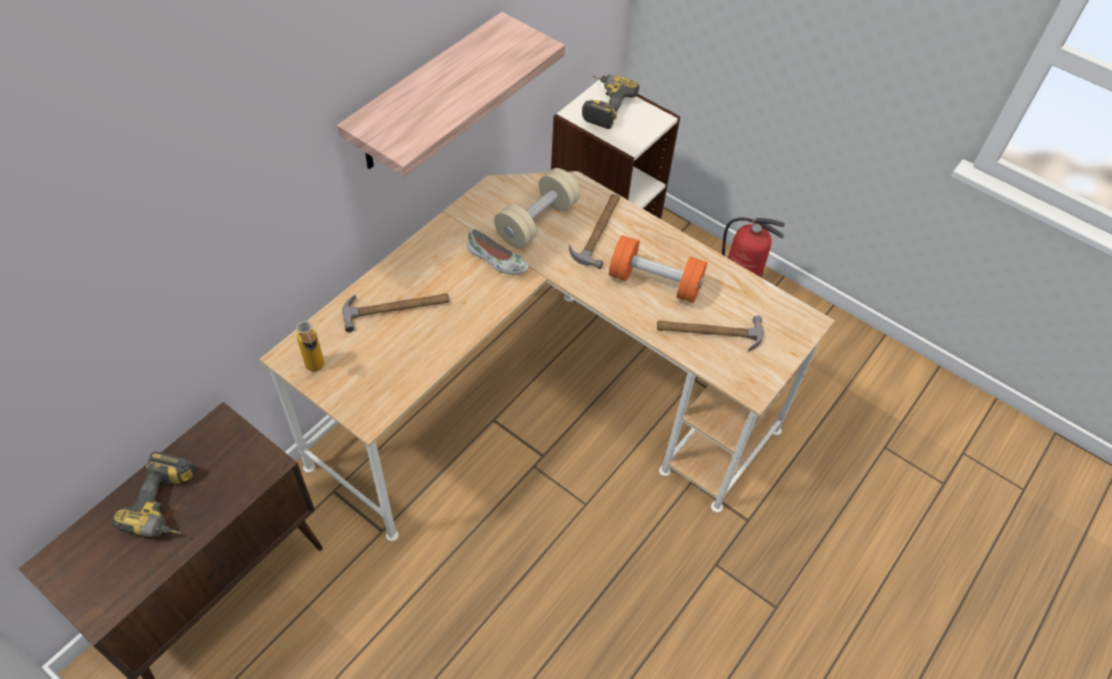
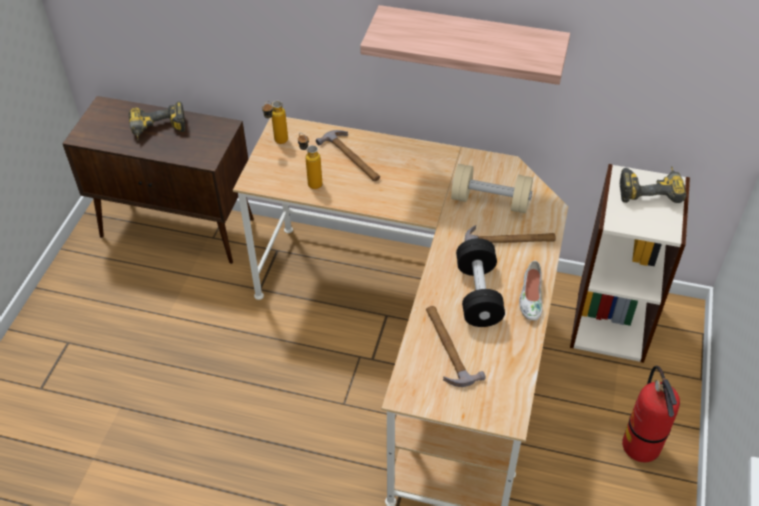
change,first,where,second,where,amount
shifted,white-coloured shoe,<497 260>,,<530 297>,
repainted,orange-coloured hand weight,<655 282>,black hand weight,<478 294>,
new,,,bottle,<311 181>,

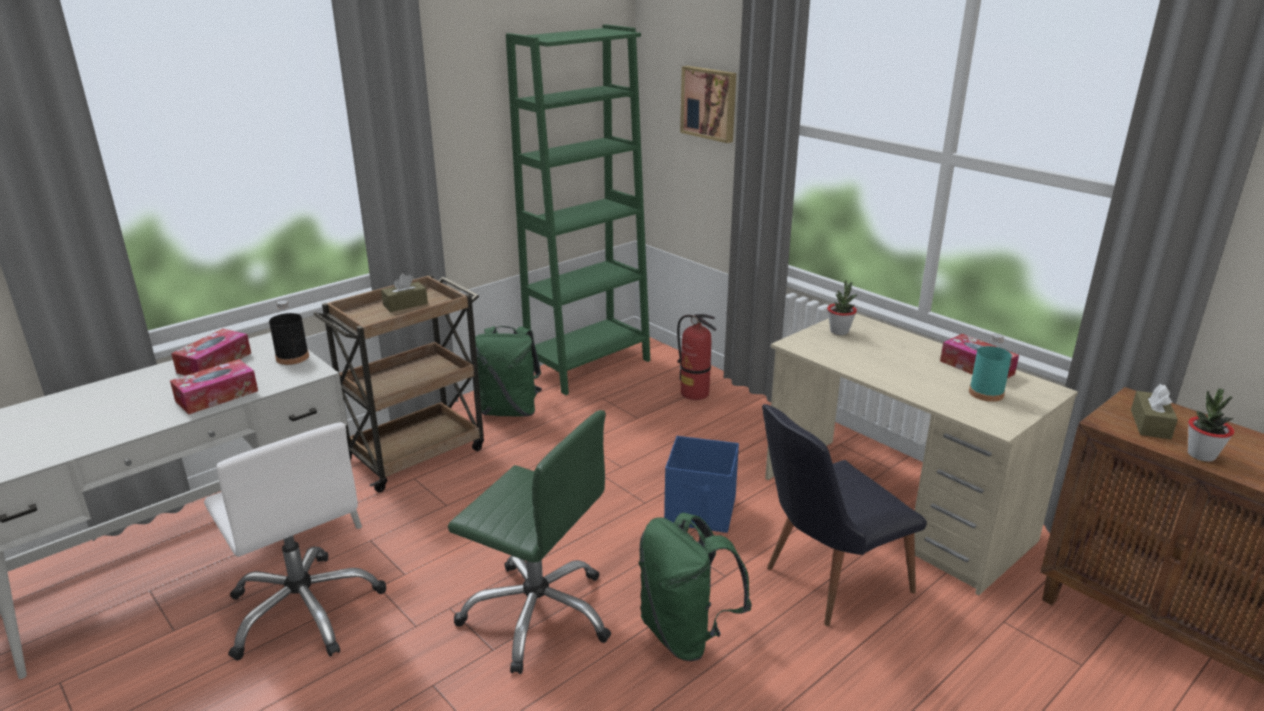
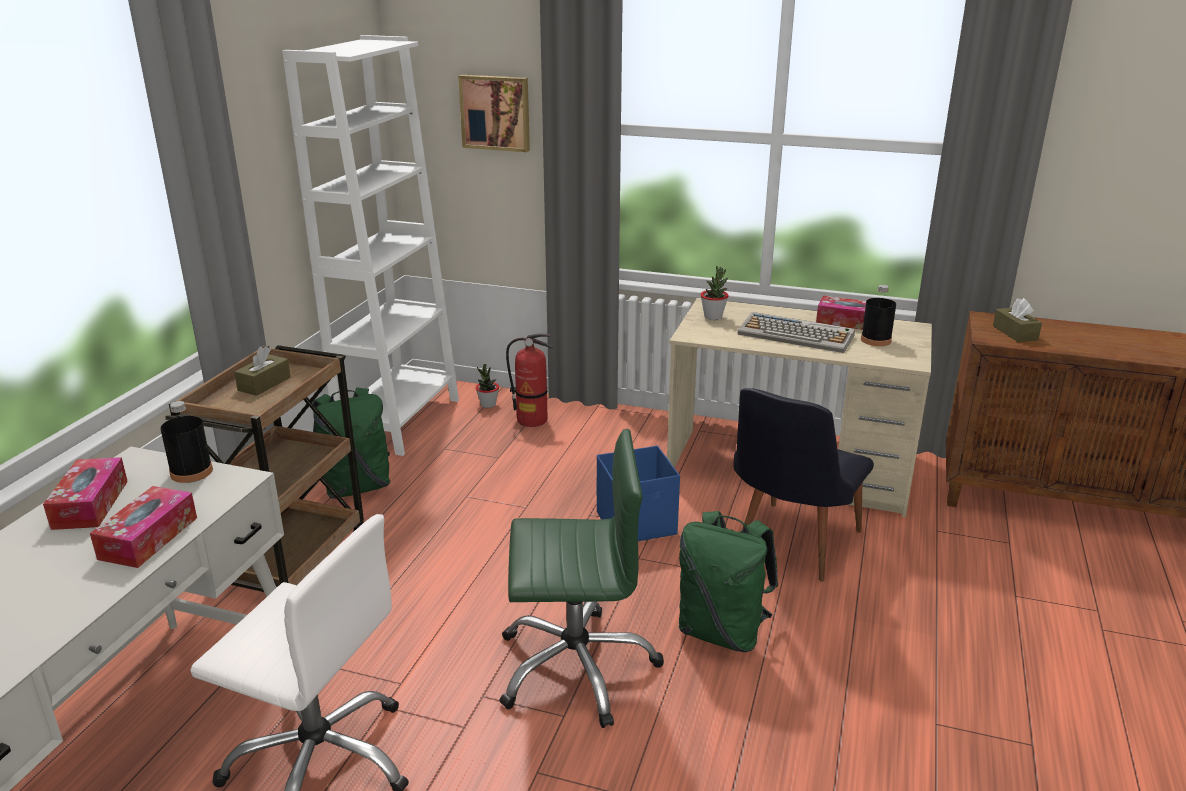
change,first,where,second,where,amount
repainted,greenish bookcase,<588 366>,white-coloured bookcase,<399 421>,
repainted,turquoise-coloured bottle,<986 393>,black bottle,<875 340>,
shifted,houseplant,<1201 455>,,<488 405>,
new,,,keyboard,<797 335>,

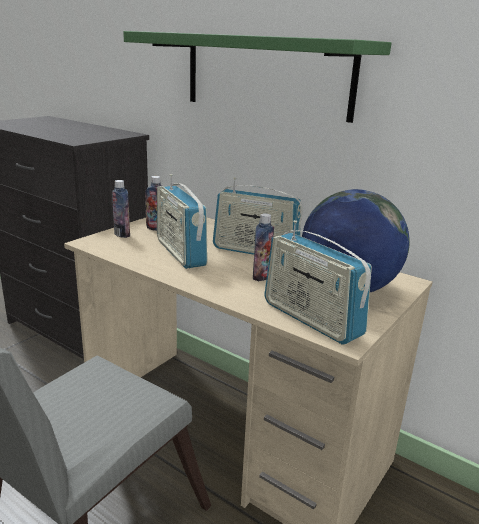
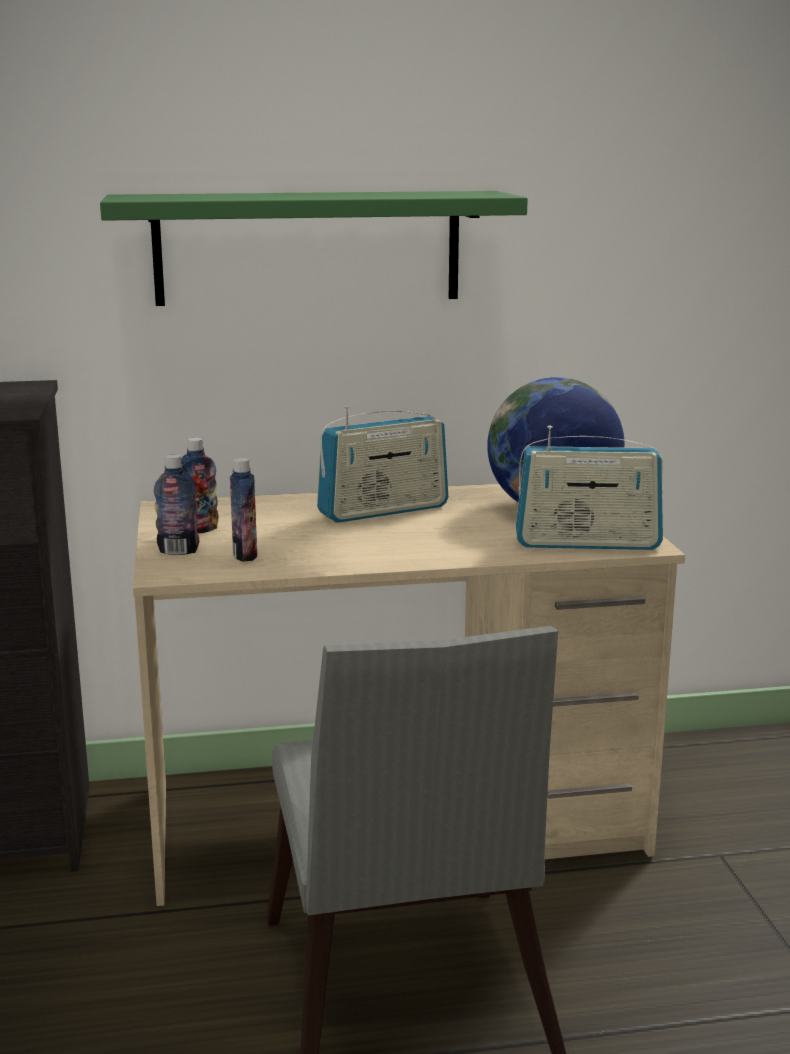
change,first,where,second,where,amount
gone,radio set,<180 253>,,,
shifted,bottle,<261 276>,,<245 555>,

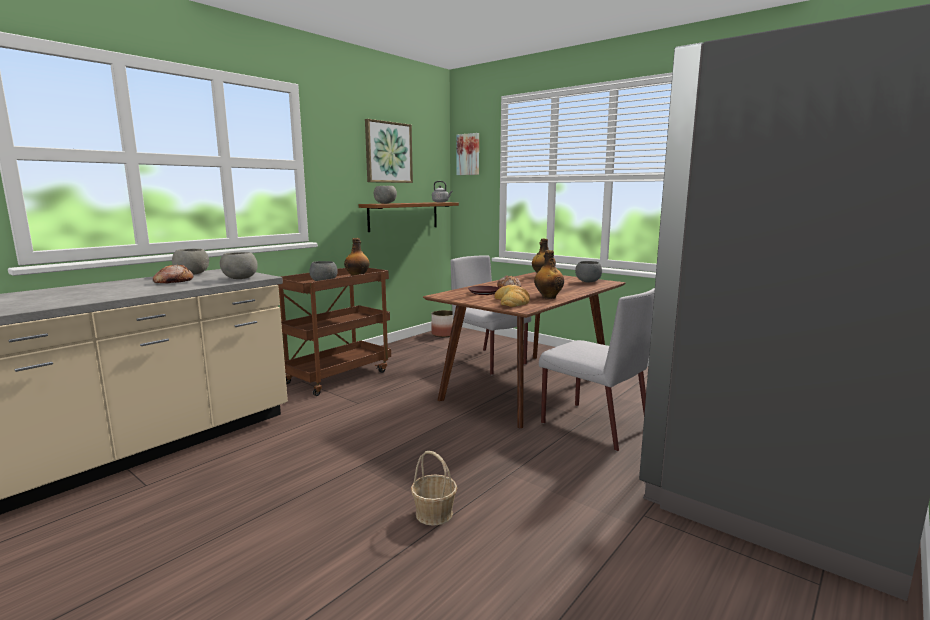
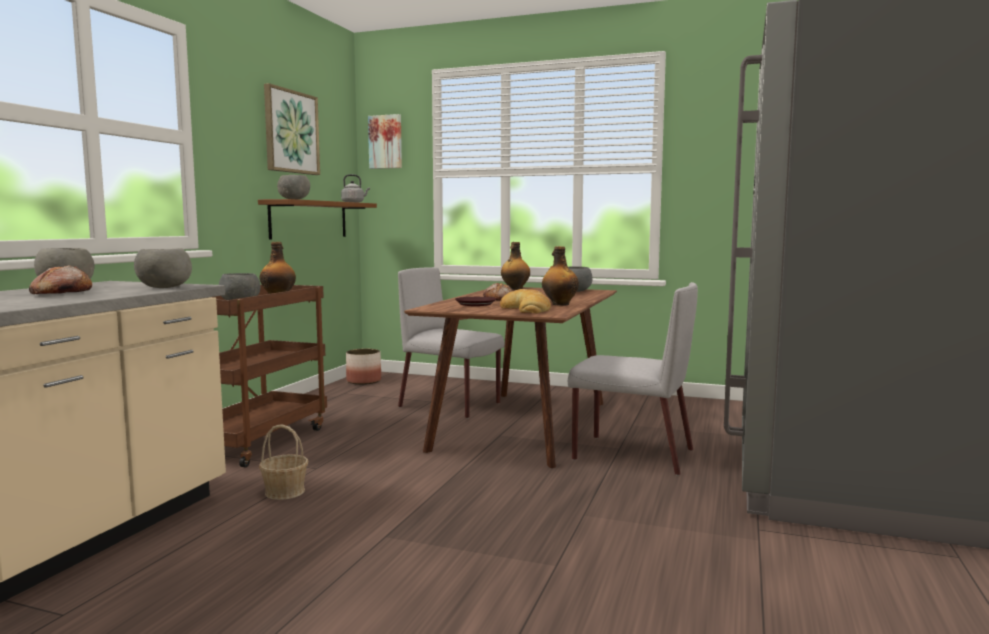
change,first,where,second,where,amount
shifted,household basket,<434 513>,,<285 492>,

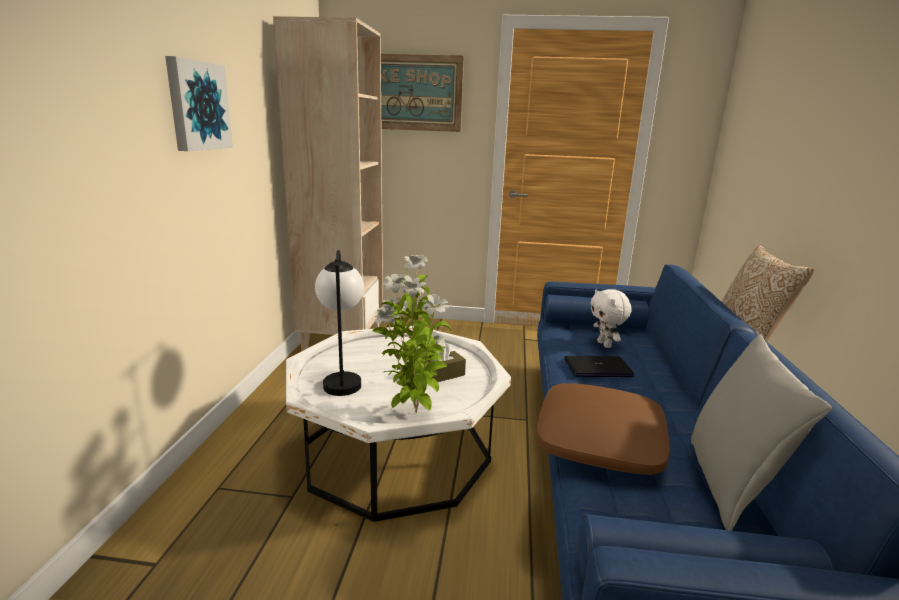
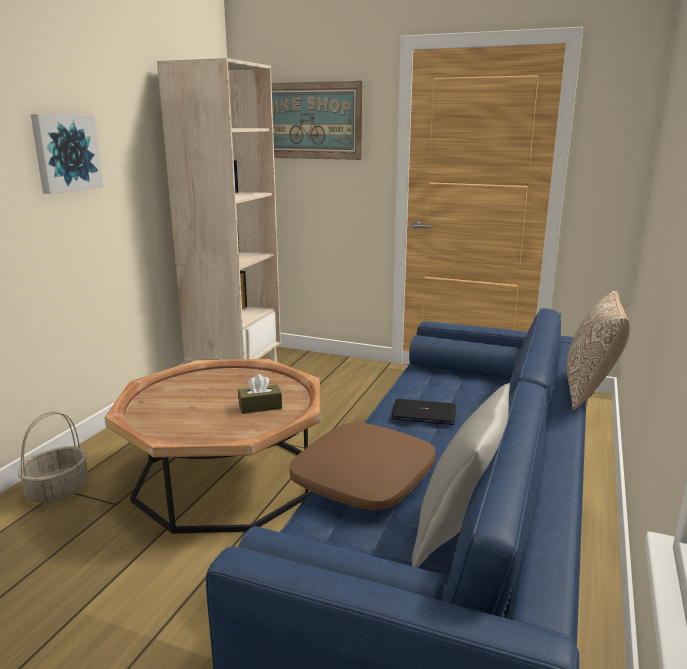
change,first,where,second,where,amount
repainted,white-coloured coffee table,<396 453>,brown coffee table,<225 479>,
gone,table lamp,<342 379>,,,
gone,houseplant,<413 413>,,,
gone,white-coloured soft toy,<605 344>,,,
new,,,household basket,<58 489>,

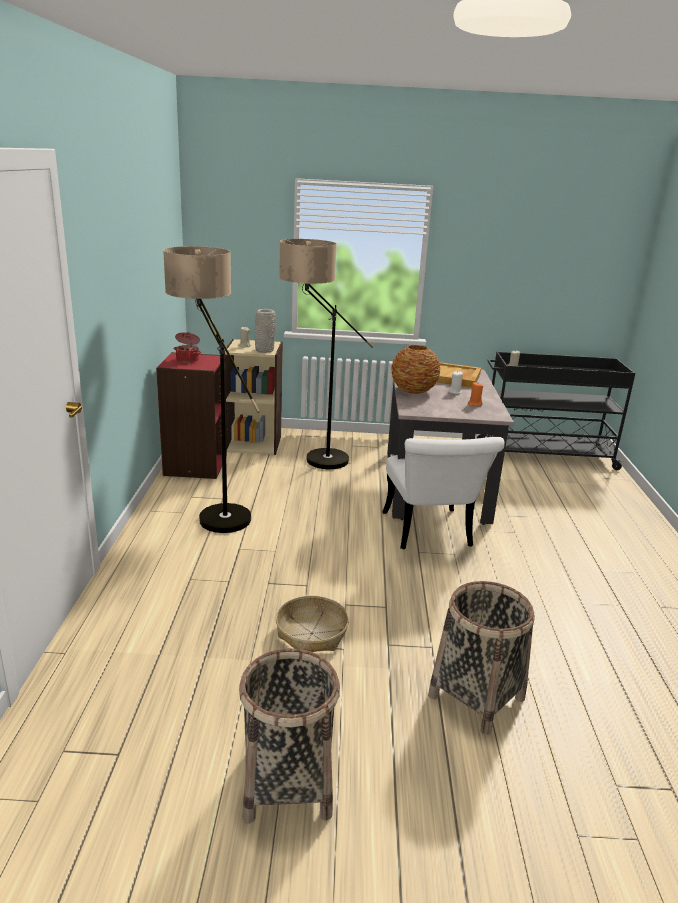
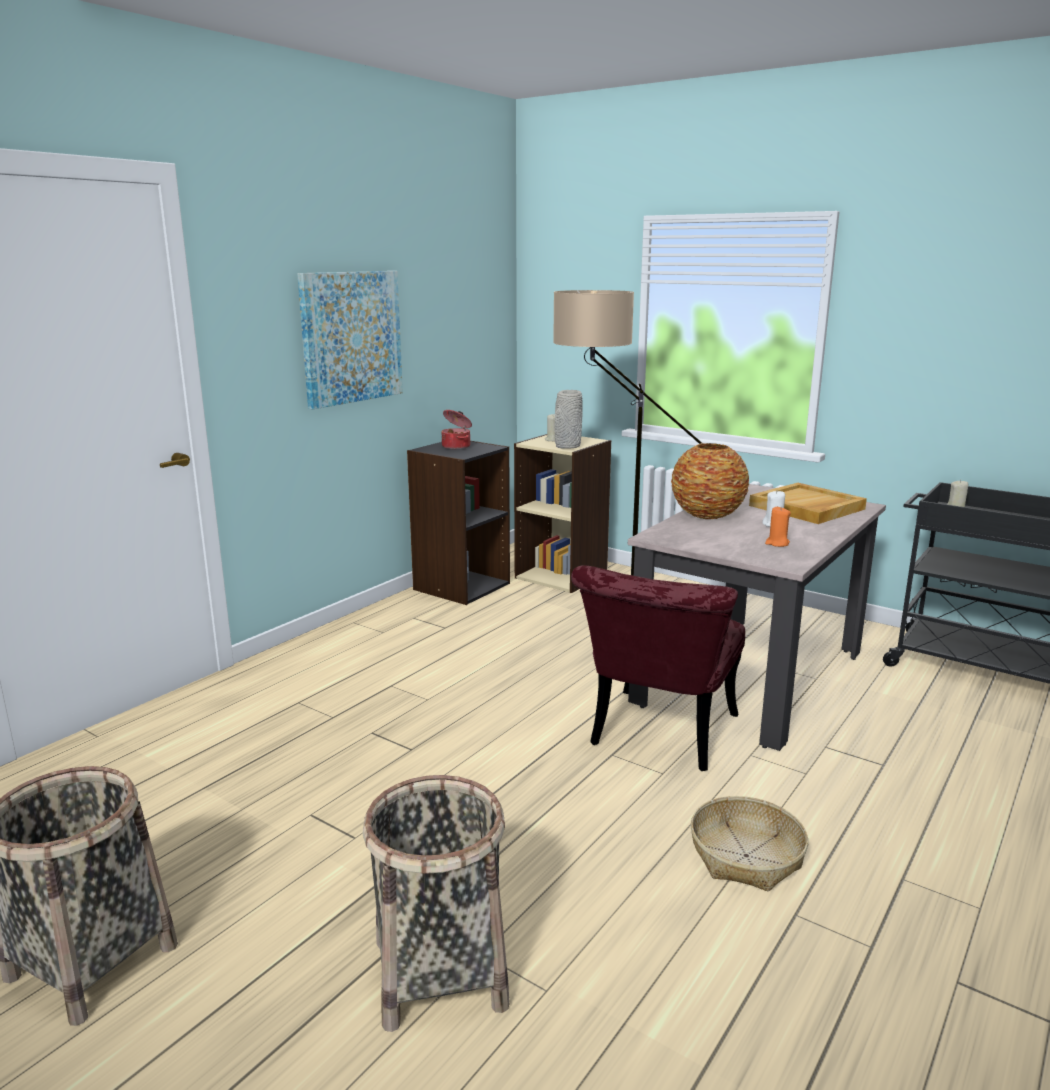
change,first,where,second,where,amount
repainted,reddish bookcase,<195 465>,black bookcase,<461 586>,
gone,floor lamp,<214 511>,,,
shifted,household basket,<311 633>,,<745 855>,
repainted,white-coloured plain chair,<430 534>,reddish plain chair,<659 738>,
new,,,picture,<351 337>,

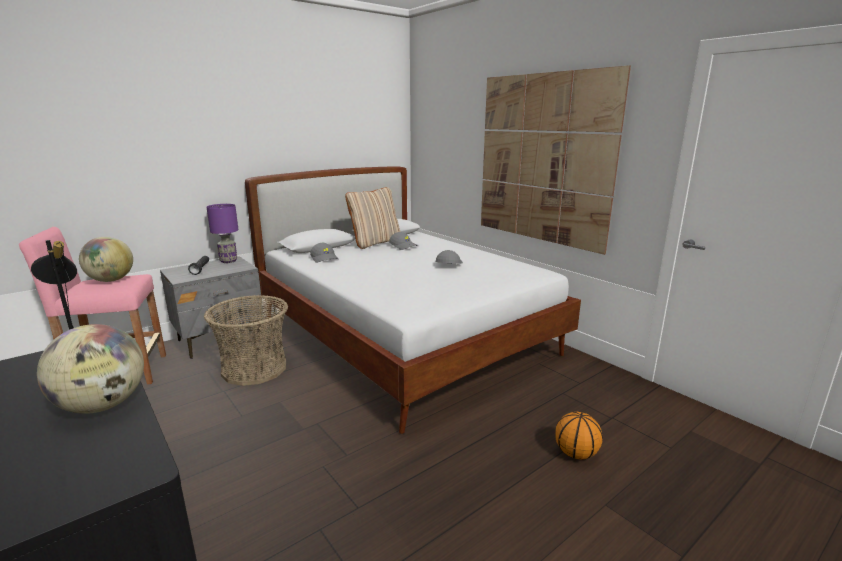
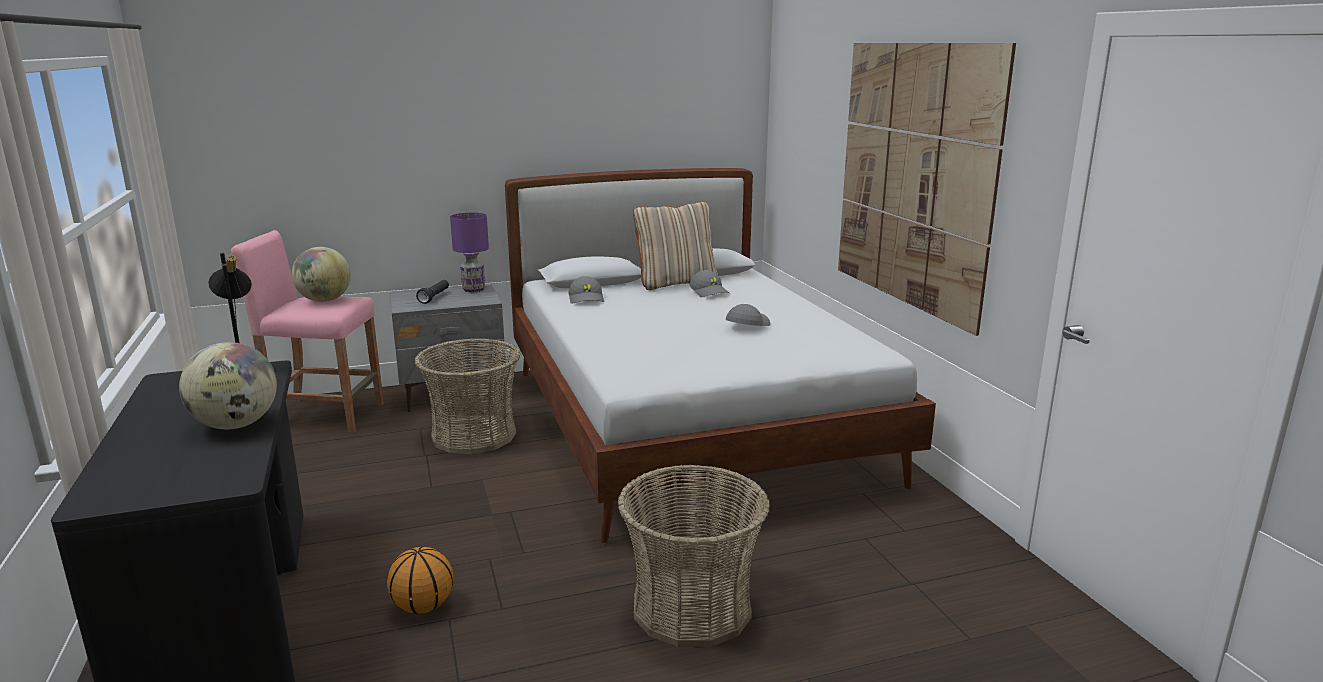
change,first,where,second,where,amount
shifted,ball for basketball,<575 453>,,<422 606>,
new,,,household basket,<692 608>,

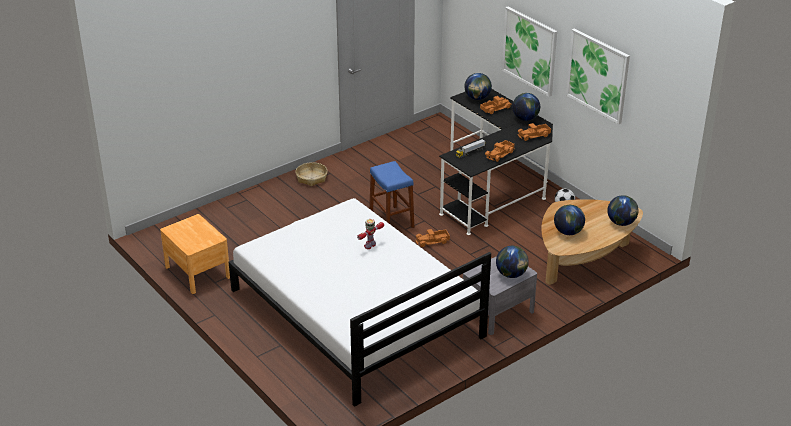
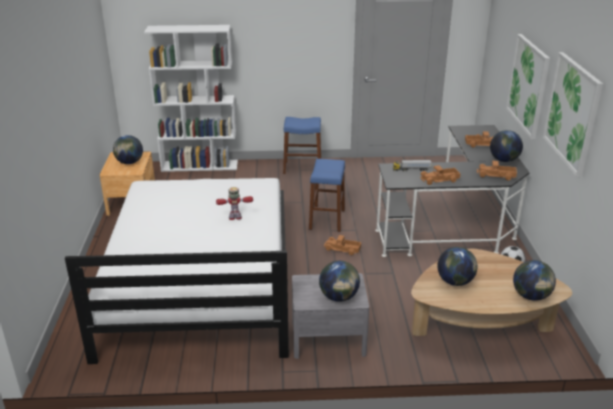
change,first,where,second,where,amount
swapped,household basket,<311 178>,blue stool seat,<302 168>,
shifted,desk globe,<477 98>,,<129 162>,
new,,,white-coloured bookcase,<200 165>,

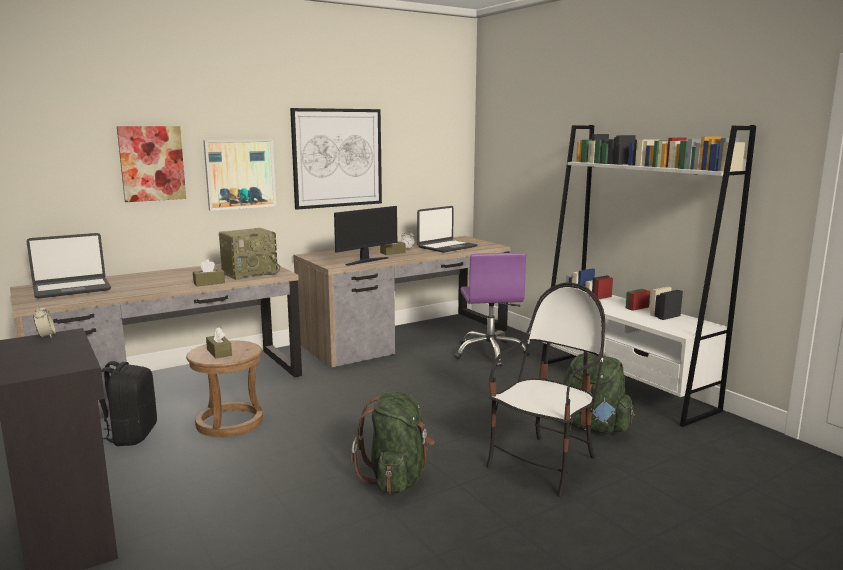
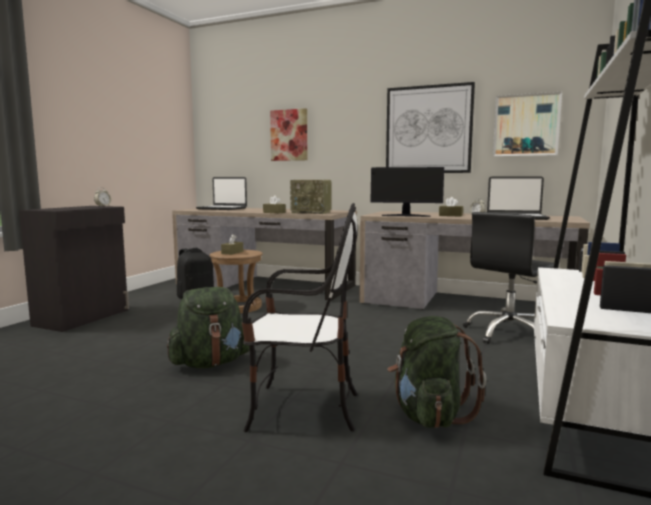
change,first,where,second,where,amount
shifted,picture,<240 174>,,<526 125>,
repainted,purplish computer chair,<490 353>,black computer chair,<508 333>,

